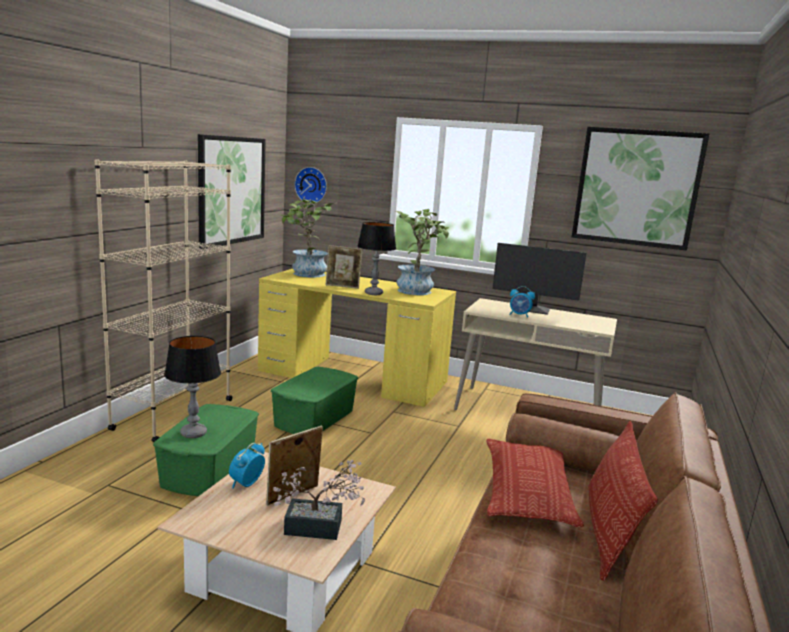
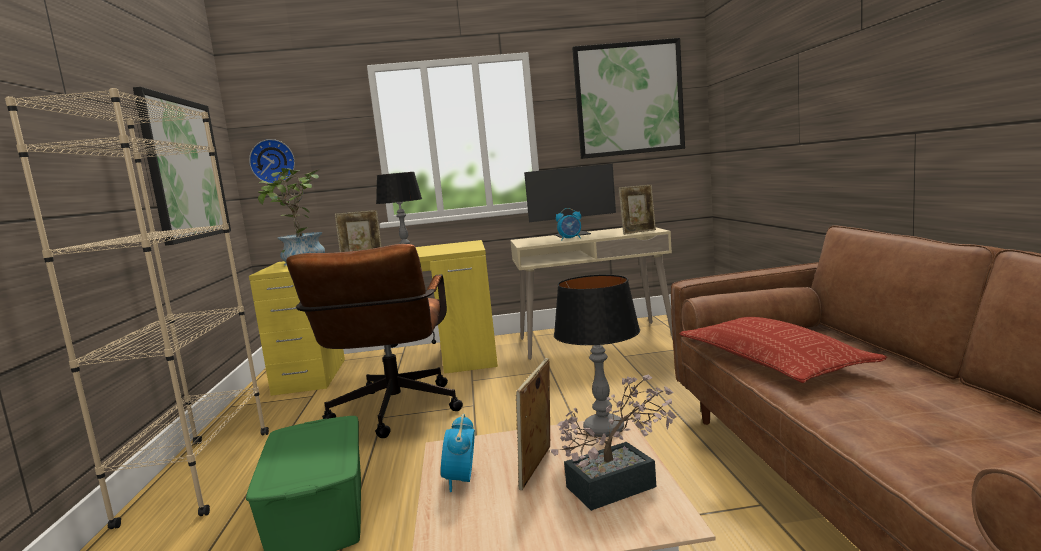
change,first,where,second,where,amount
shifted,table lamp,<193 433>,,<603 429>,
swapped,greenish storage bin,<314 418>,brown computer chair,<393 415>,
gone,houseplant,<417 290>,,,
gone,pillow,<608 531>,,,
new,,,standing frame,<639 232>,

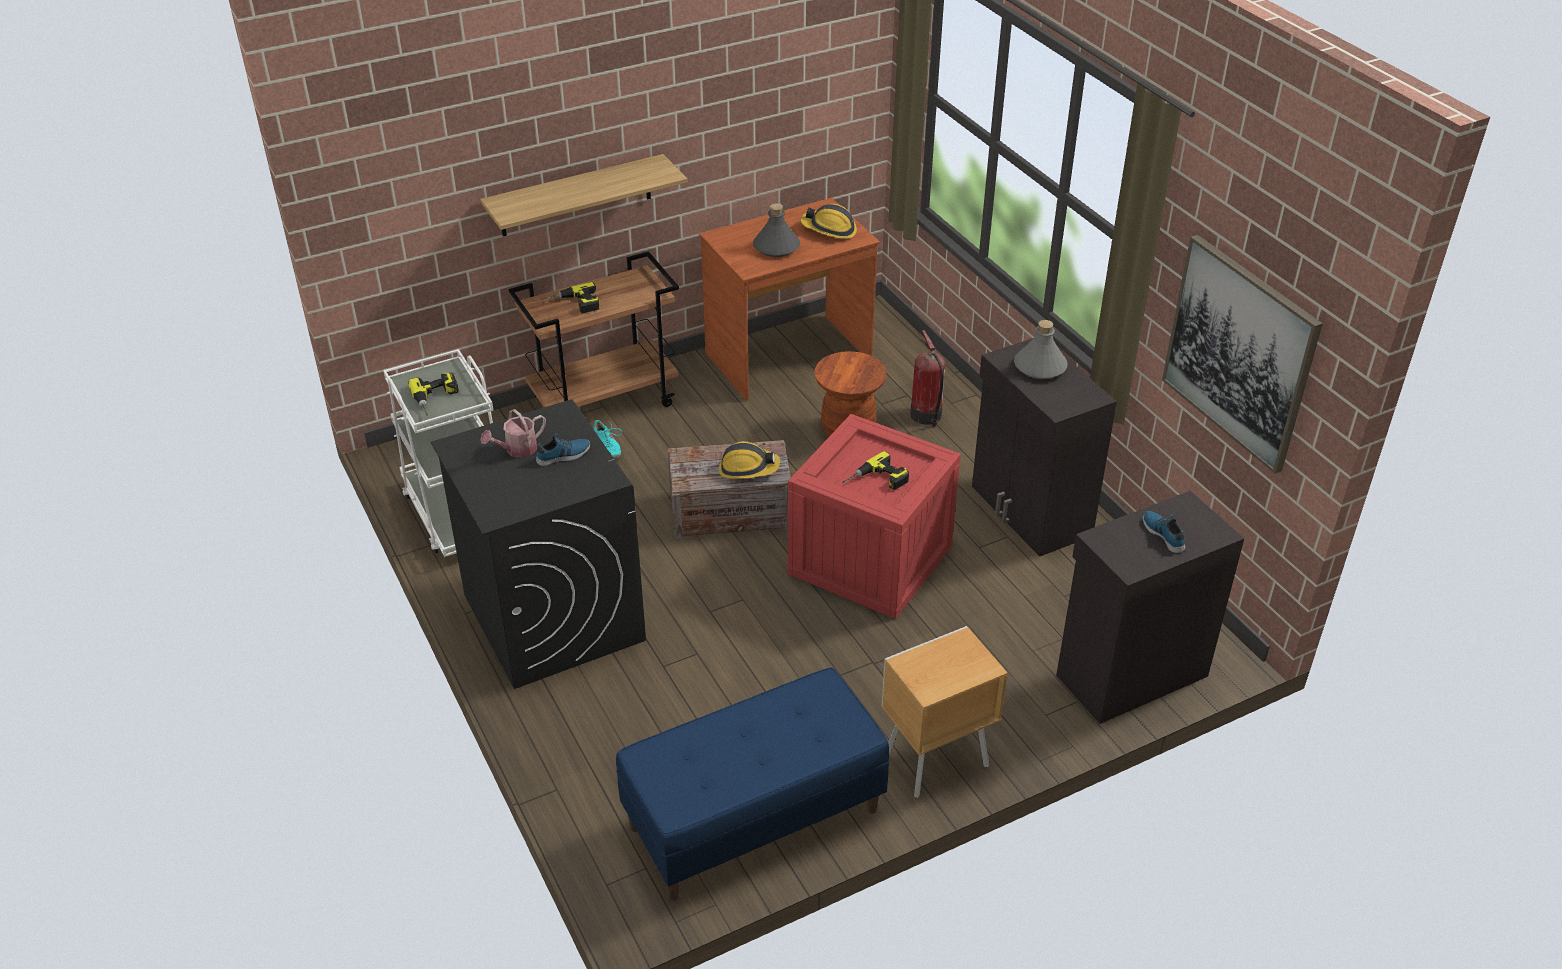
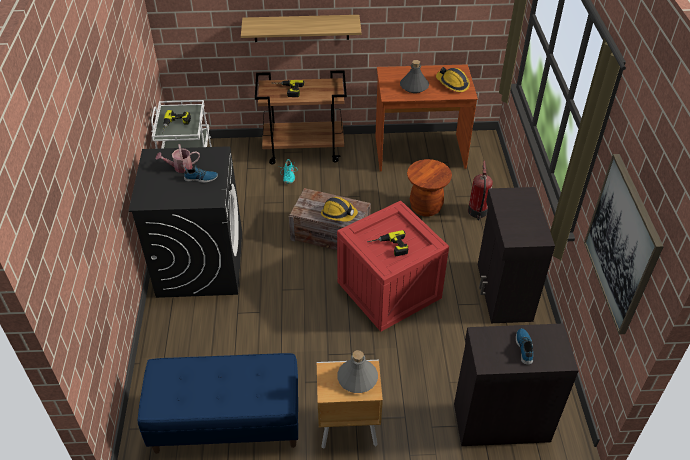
change,first,where,second,where,amount
shifted,grey bottle,<1040 367>,,<357 378>,

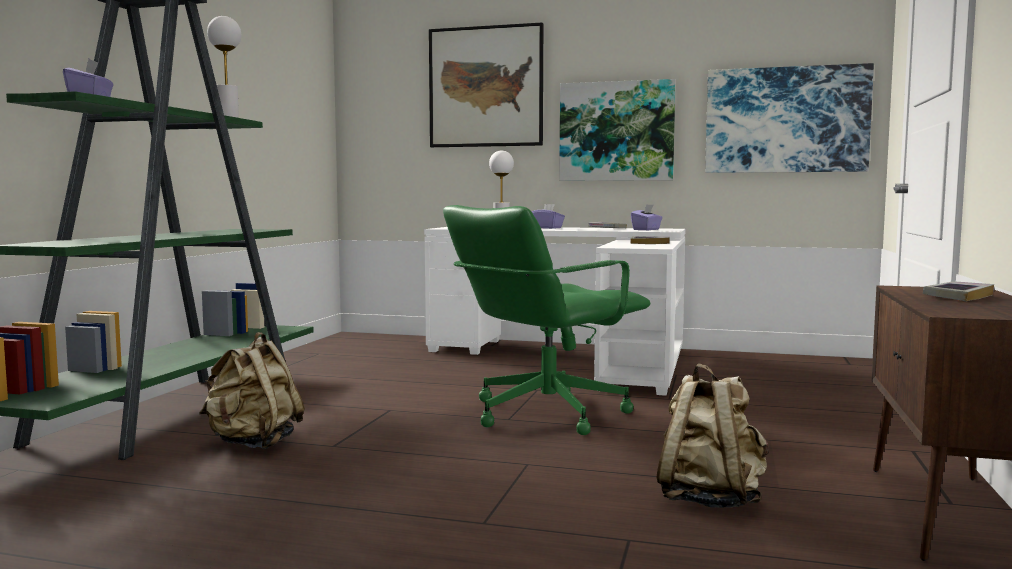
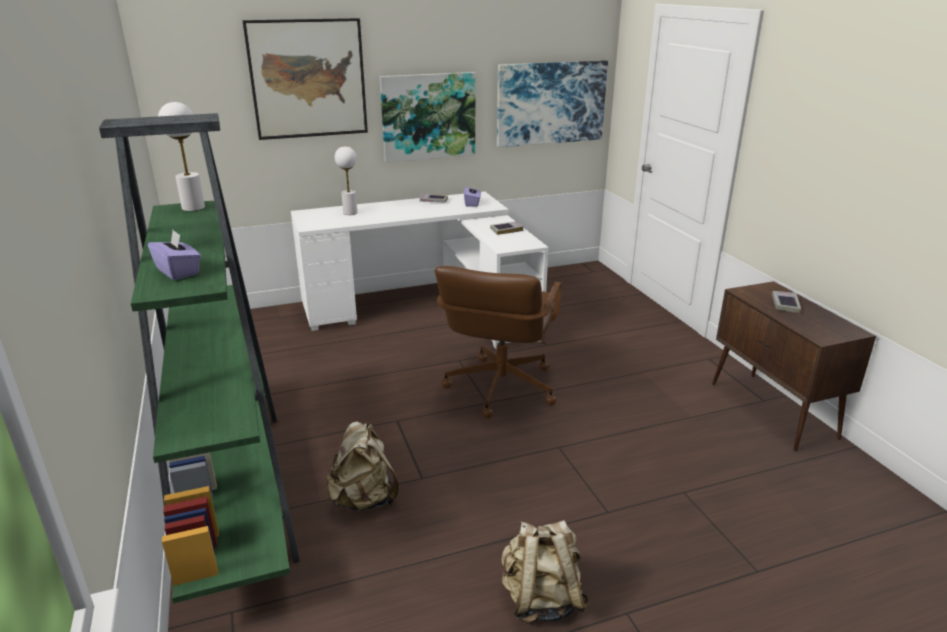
change,first,where,second,where,amount
repainted,greenish computer chair,<545 413>,brown computer chair,<499 388>,
gone,purplish tissue box,<547 228>,,,
shifted,sand-coloured backpack,<709 500>,,<541 599>,

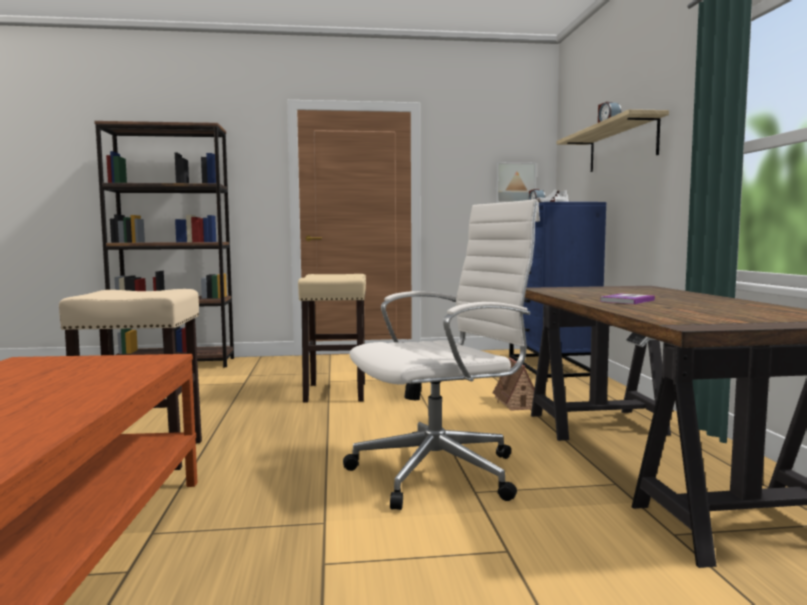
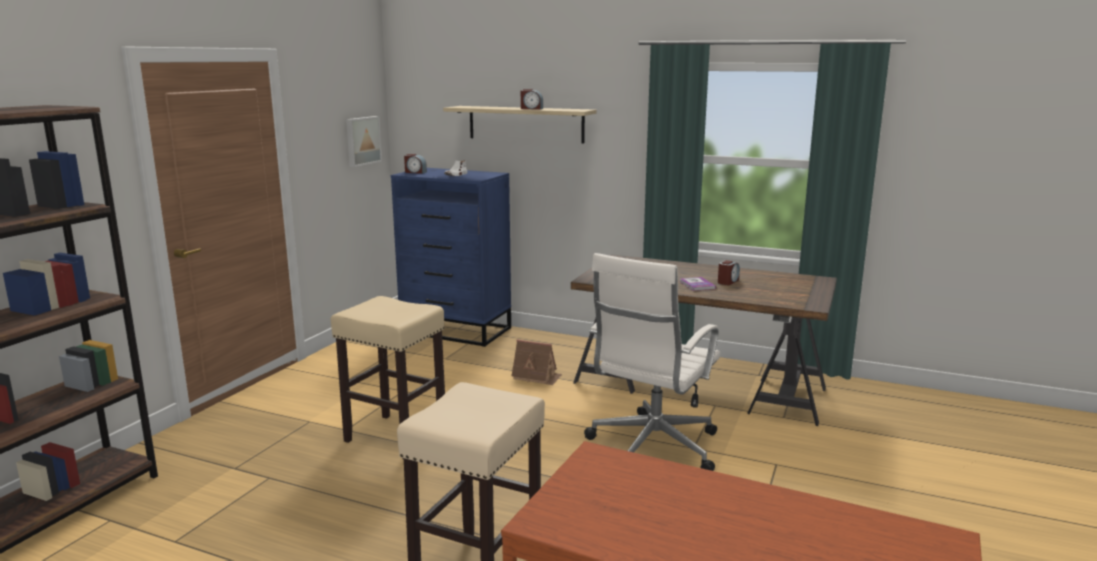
change,first,where,second,where,amount
rotated,white-coloured computer chair,<442 472>,,<651 448>,150 degrees counterclockwise
new,,,alarm clock,<728 281>,

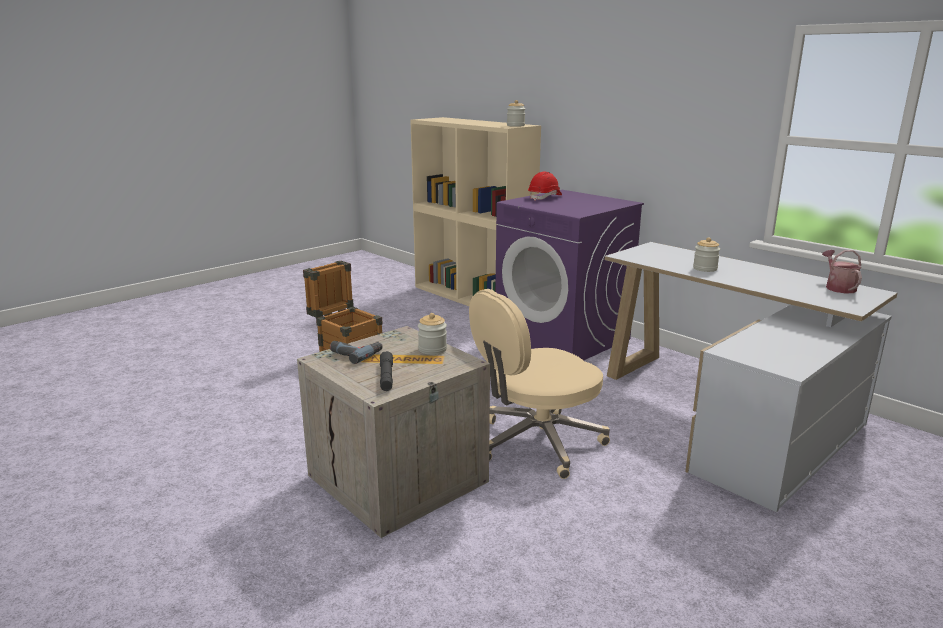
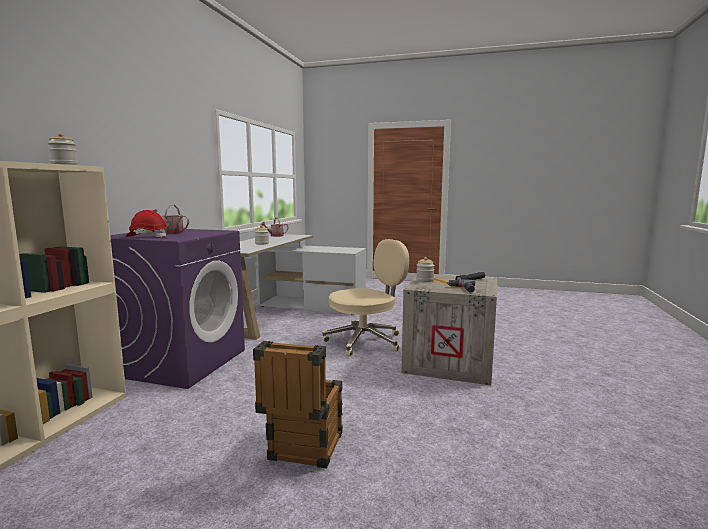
change,first,where,second,where,amount
rotated,sand-coloured computer chair,<537 443>,,<365 341>,60 degrees counterclockwise
new,,,watering can,<171 232>,

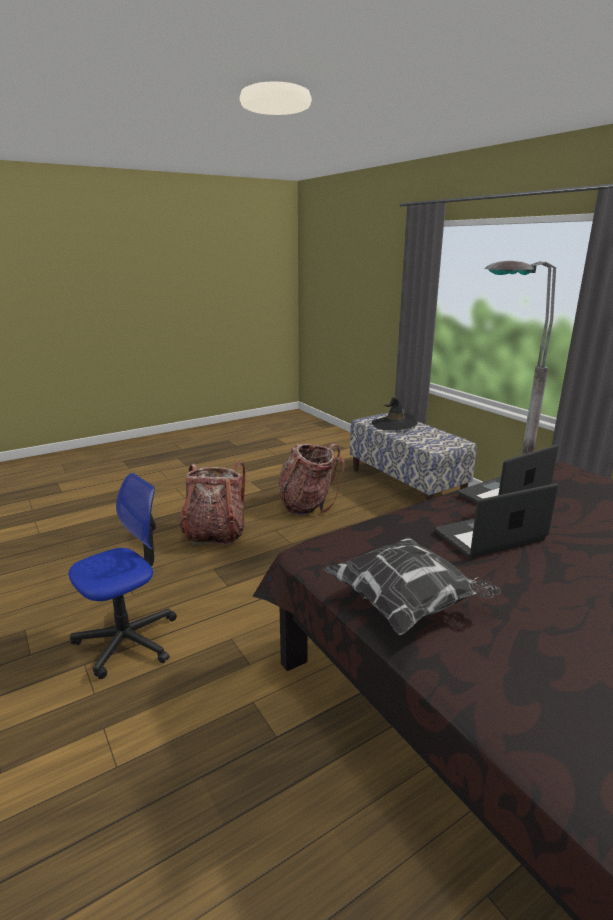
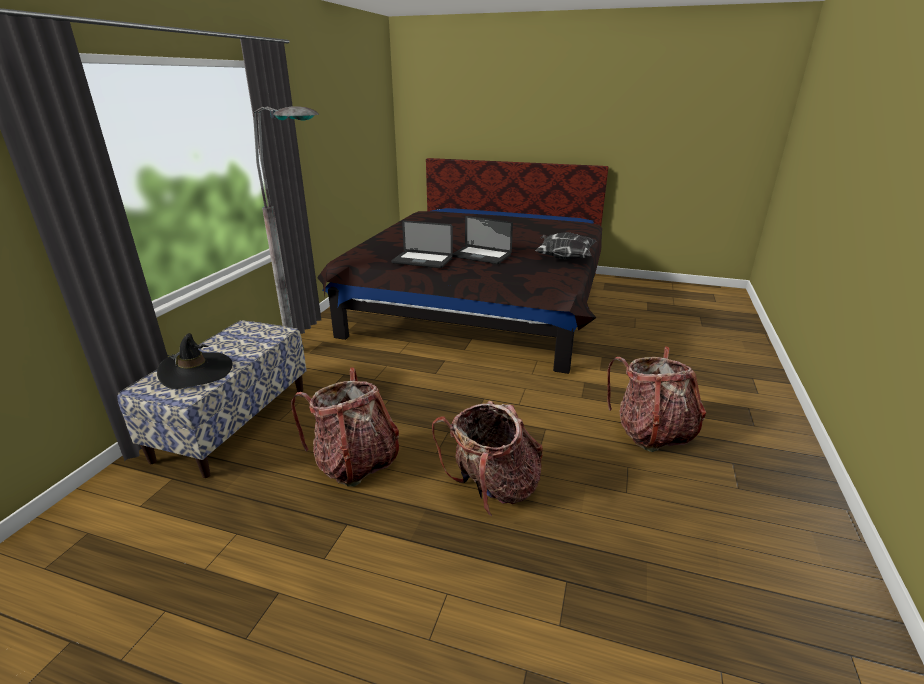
change,first,where,second,where,amount
swapped,computer chair,<127 640>,backpack,<651 432>,

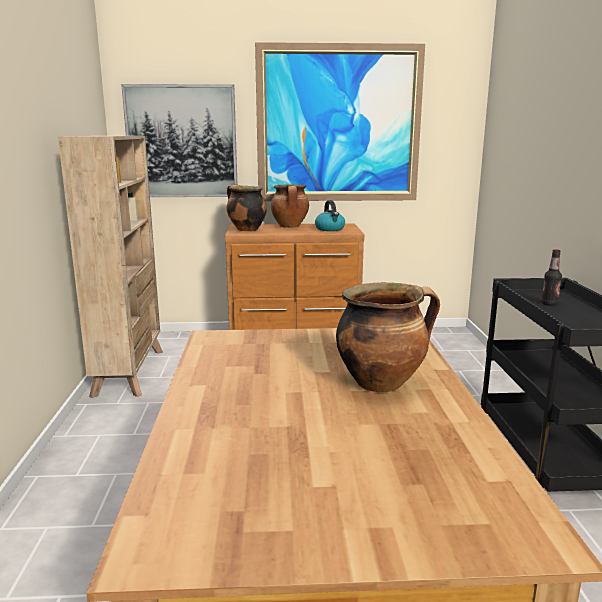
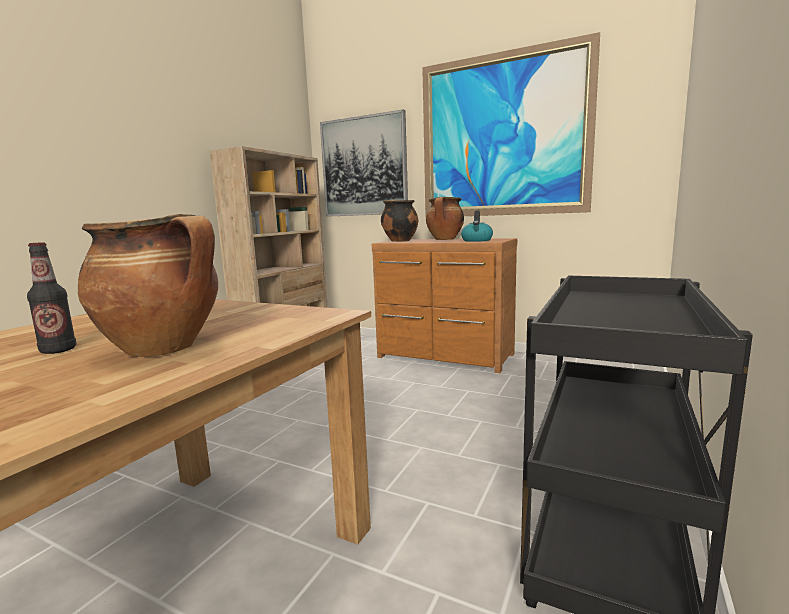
change,first,where,second,where,amount
shifted,bottle,<549 304>,,<58 350>,

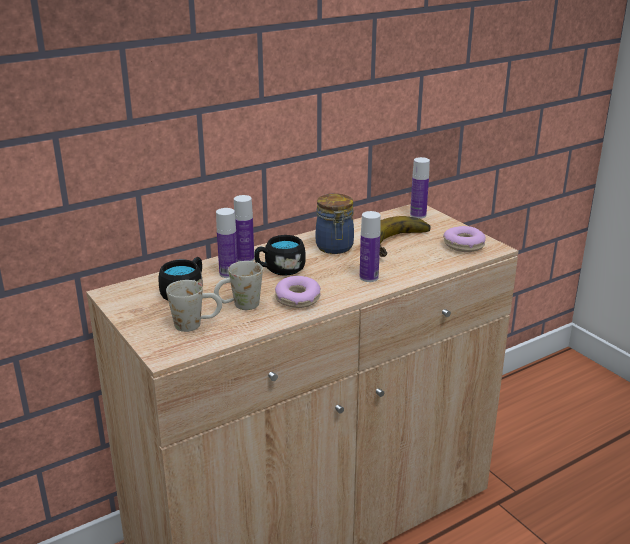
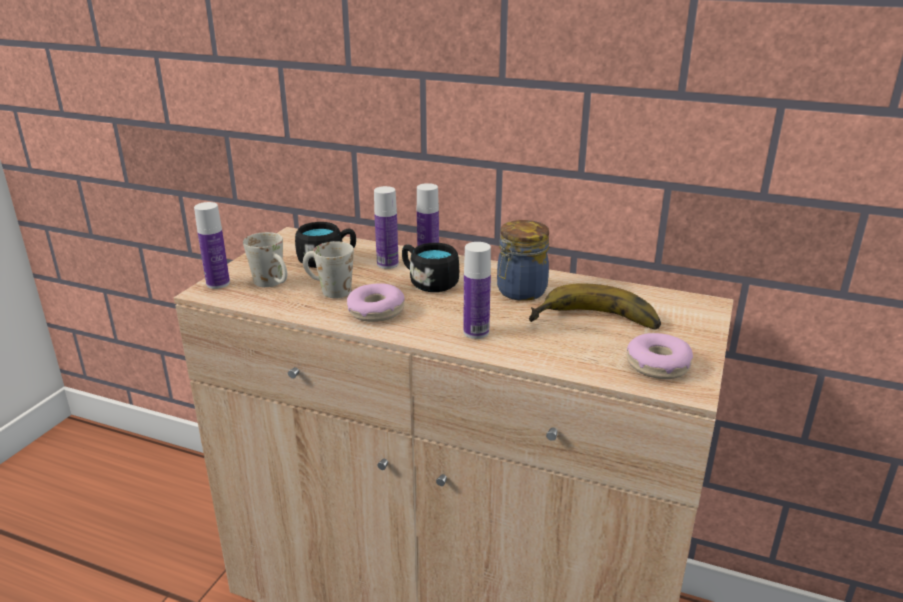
change,first,where,second,where,amount
shifted,bottle,<418 215>,,<218 283>,

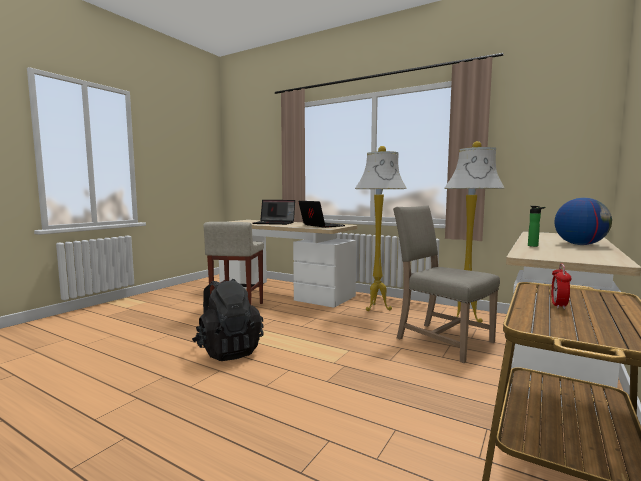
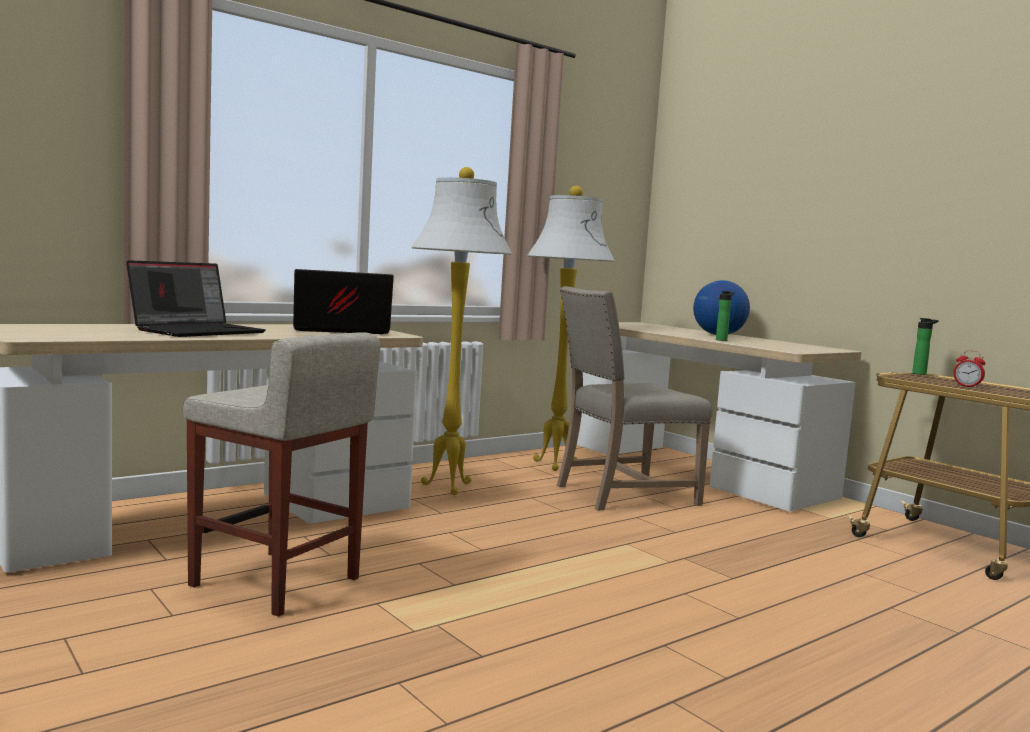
change,first,where,second,where,amount
gone,black backpack,<228 351>,,,
new,,,bottle,<921 374>,

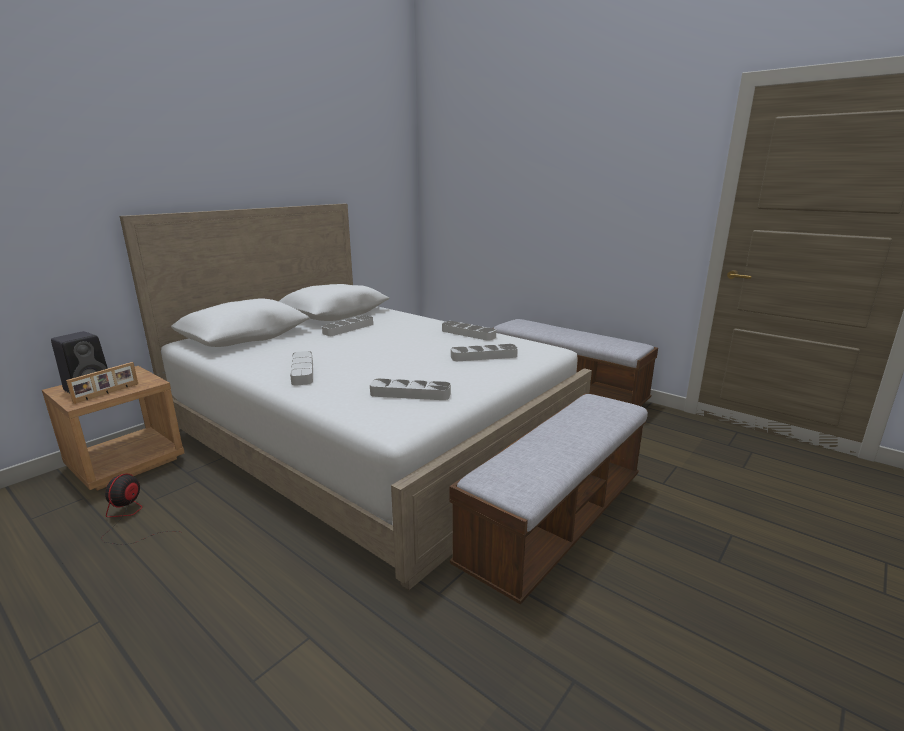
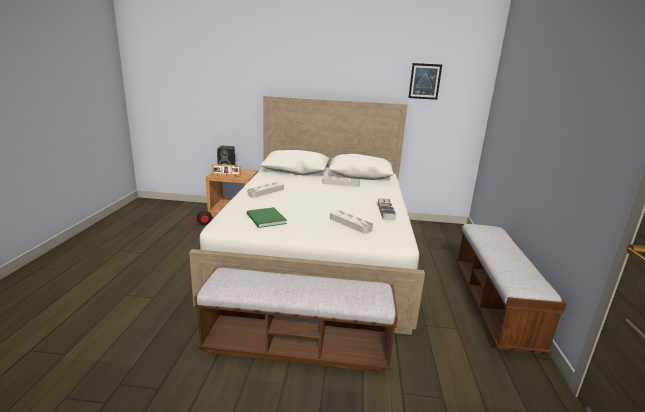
change,first,where,second,where,amount
swapped,grey tray,<410 394>,greenish book,<265 219>,
new,,,picture,<424 81>,

